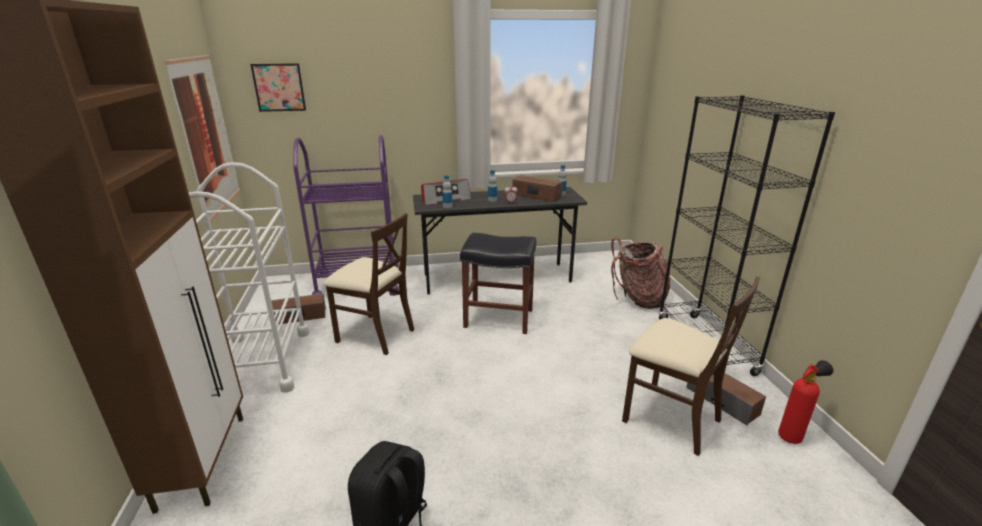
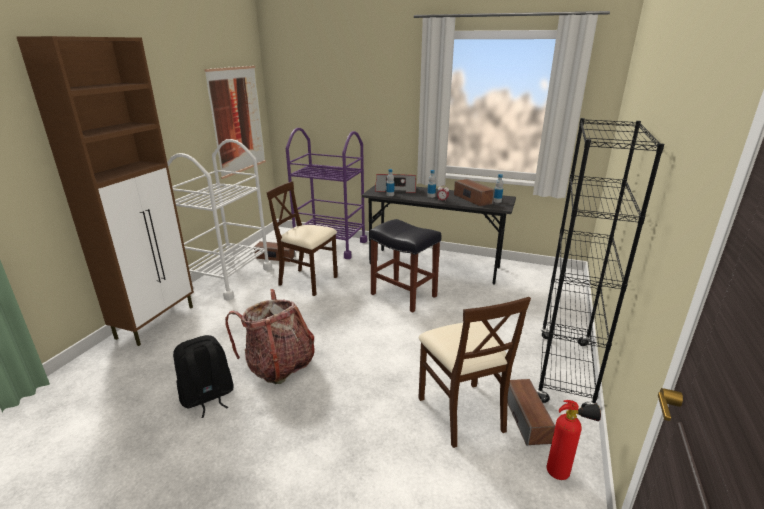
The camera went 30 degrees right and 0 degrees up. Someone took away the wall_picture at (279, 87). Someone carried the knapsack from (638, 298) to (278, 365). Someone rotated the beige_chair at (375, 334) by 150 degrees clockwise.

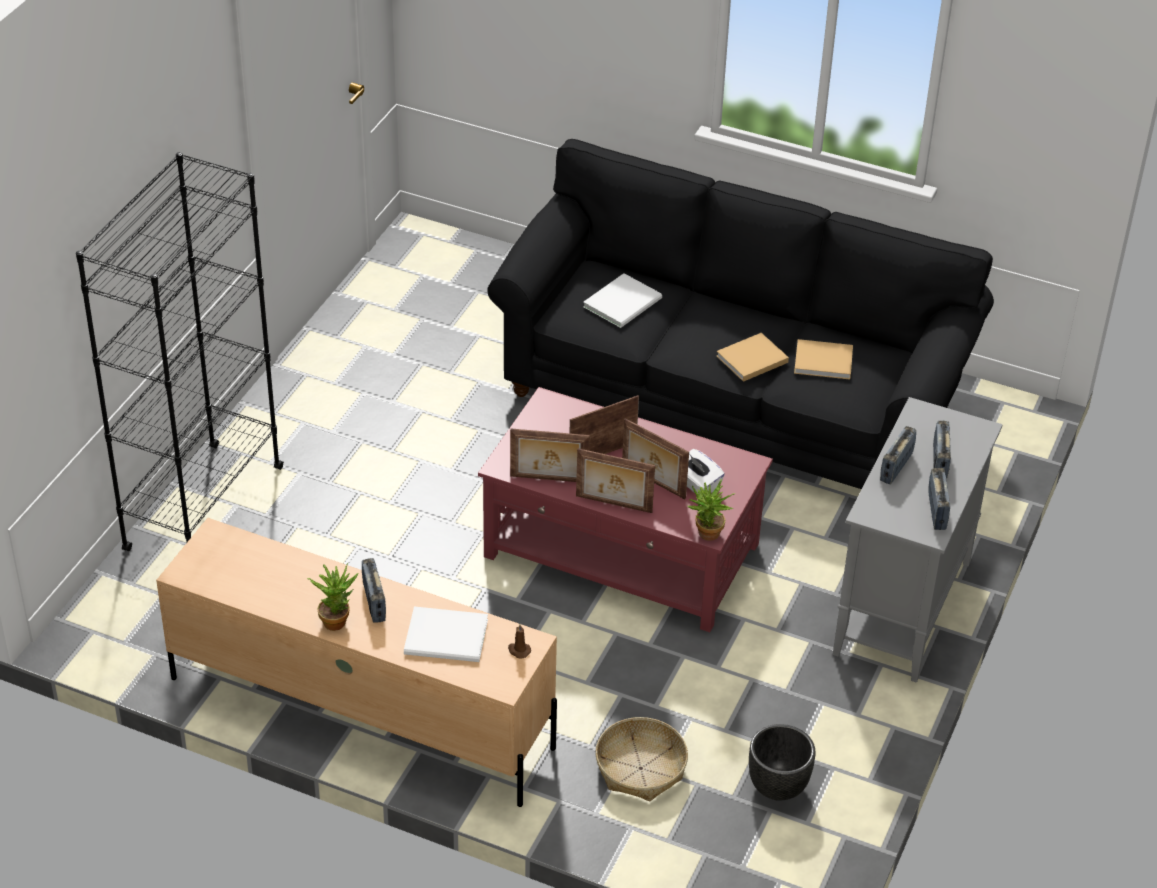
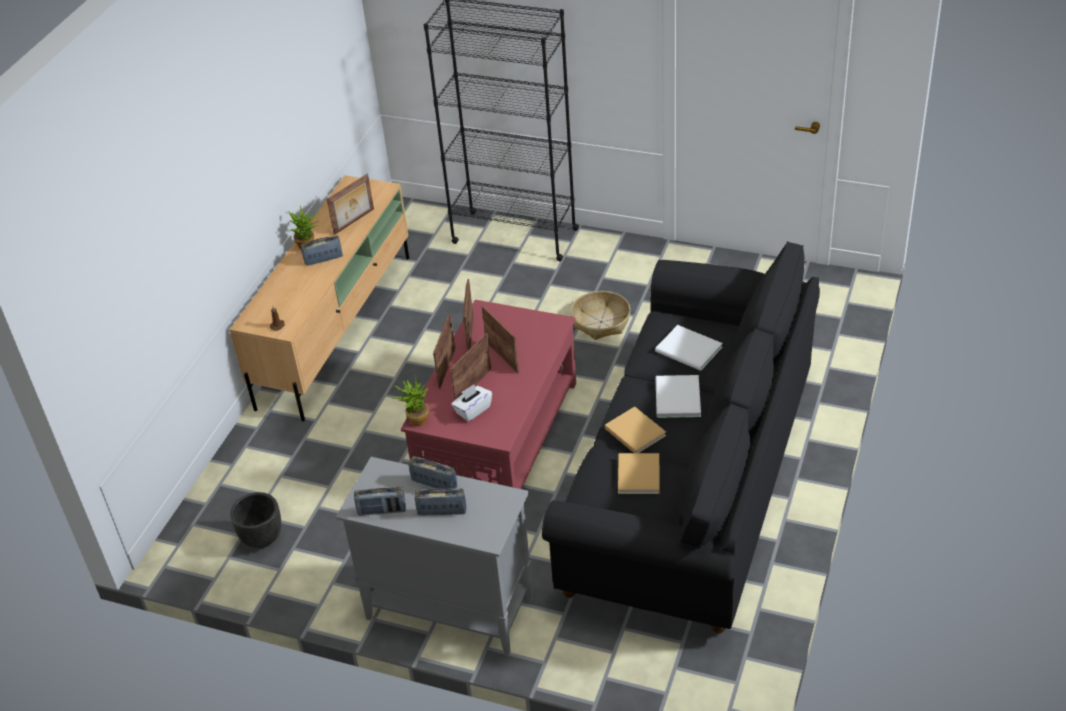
The camera went 90 degrees right and 0 degrees up. Someone put down the standing_frame at (354, 222). Someone carried the white_bound_book from (448, 639) to (676, 399). Someone carried the storage_basket from (640, 768) to (601, 322).

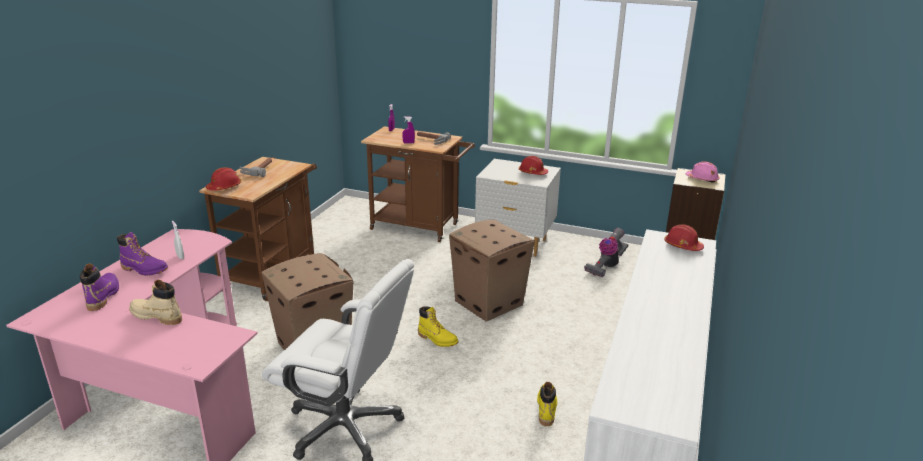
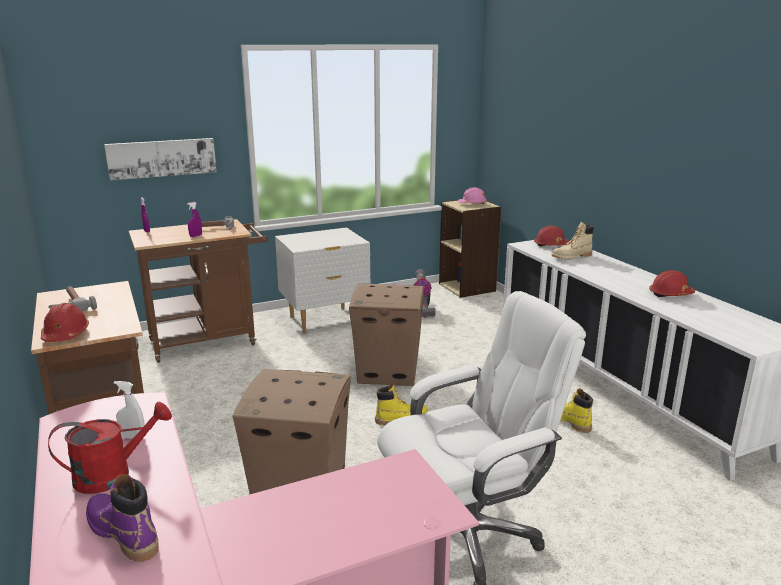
The camera went 45 degrees left and 5 degrees down. Someone put up the wall_picture at (162, 158). Someone carried the beige_boot from (156, 316) to (571, 257). Someone carried the red_hard_hat from (532, 173) to (670, 294). Someone swapped the purple_boot at (144, 269) for the red_watering_pot at (113, 474).

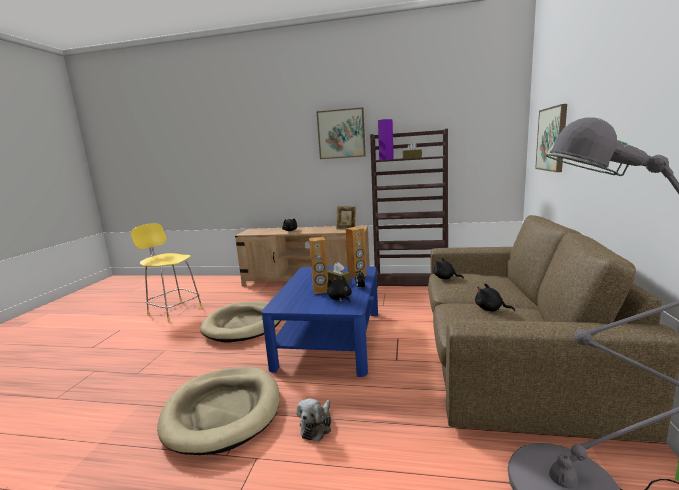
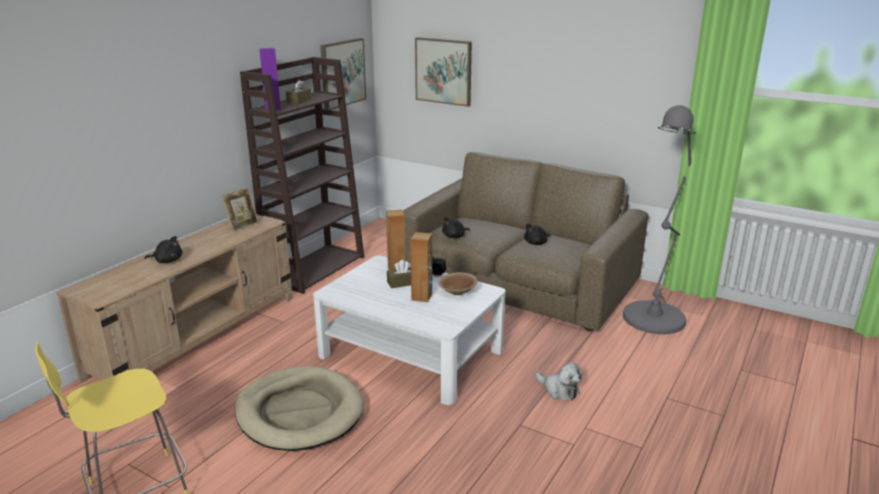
The camera went 70 degrees left and 10 degrees up. Someone took away the beige_dog_cushion at (223, 411). Someone carried the wall_picture from (341, 134) to (342, 73). Someone swapped the black-coloured_plush_toy at (340, 299) for the brown_deep_dish at (457, 291). Someone repainted the blue-coloured_lounge_table at (330, 338), which became the white_lounge_table at (411, 353).

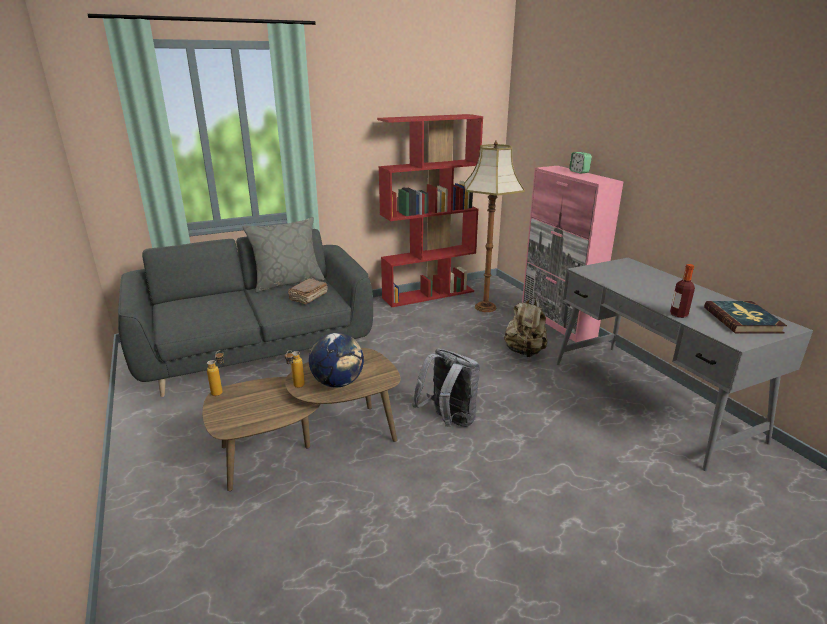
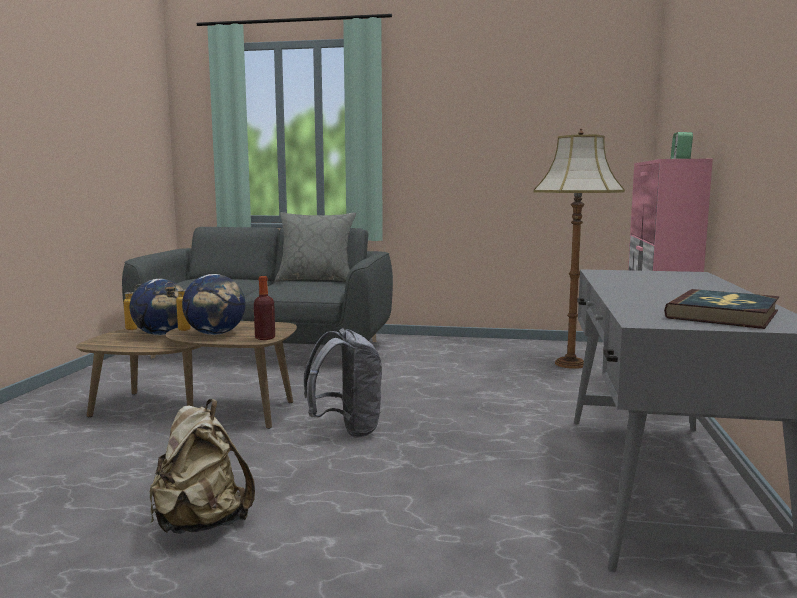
The camera went 35 degrees right and 15 degrees down. Someone took away the brown_bound_book at (308, 297). Someone took away the red_bookshelf at (428, 294). Someone put down the desk_globe at (162, 334). Someone carried the beige_knapsack from (524, 352) to (201, 524). Someone carried the bottle from (678, 314) to (265, 338).

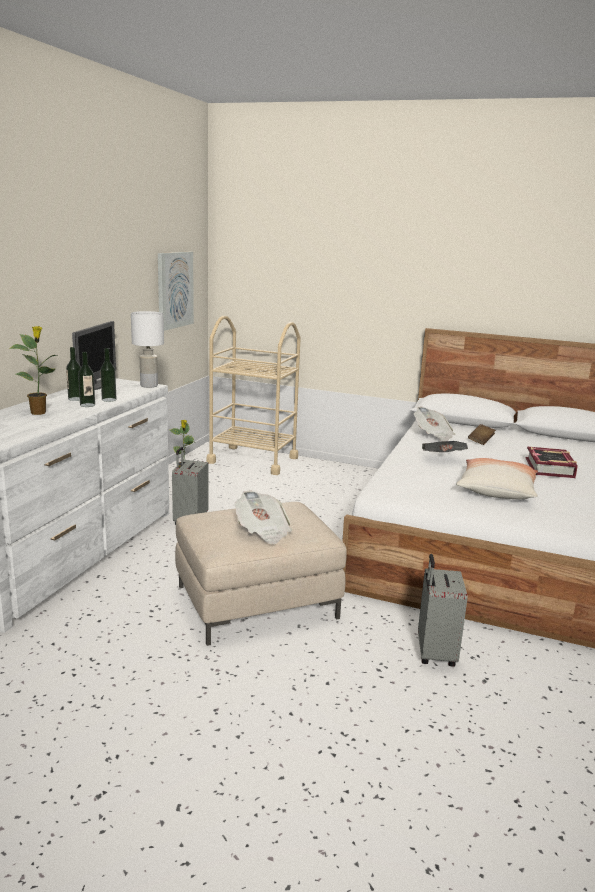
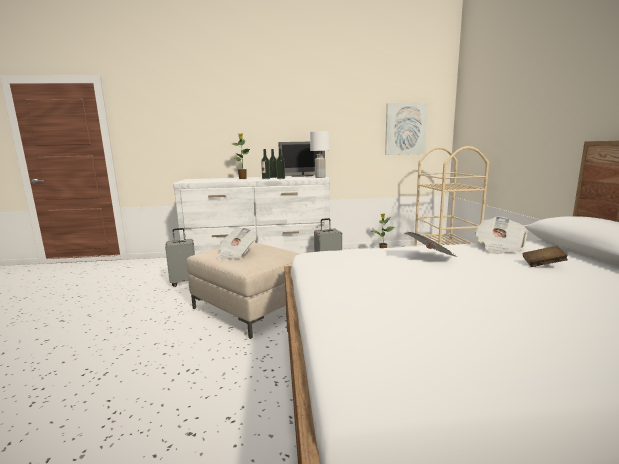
The camera went 65 degrees right and 5 degrees down. Someone took away the pillow at (496, 490). Someone took away the bound_book at (550, 468). Someone carried the grey_piece_of_luggage from (434, 653) to (184, 282).

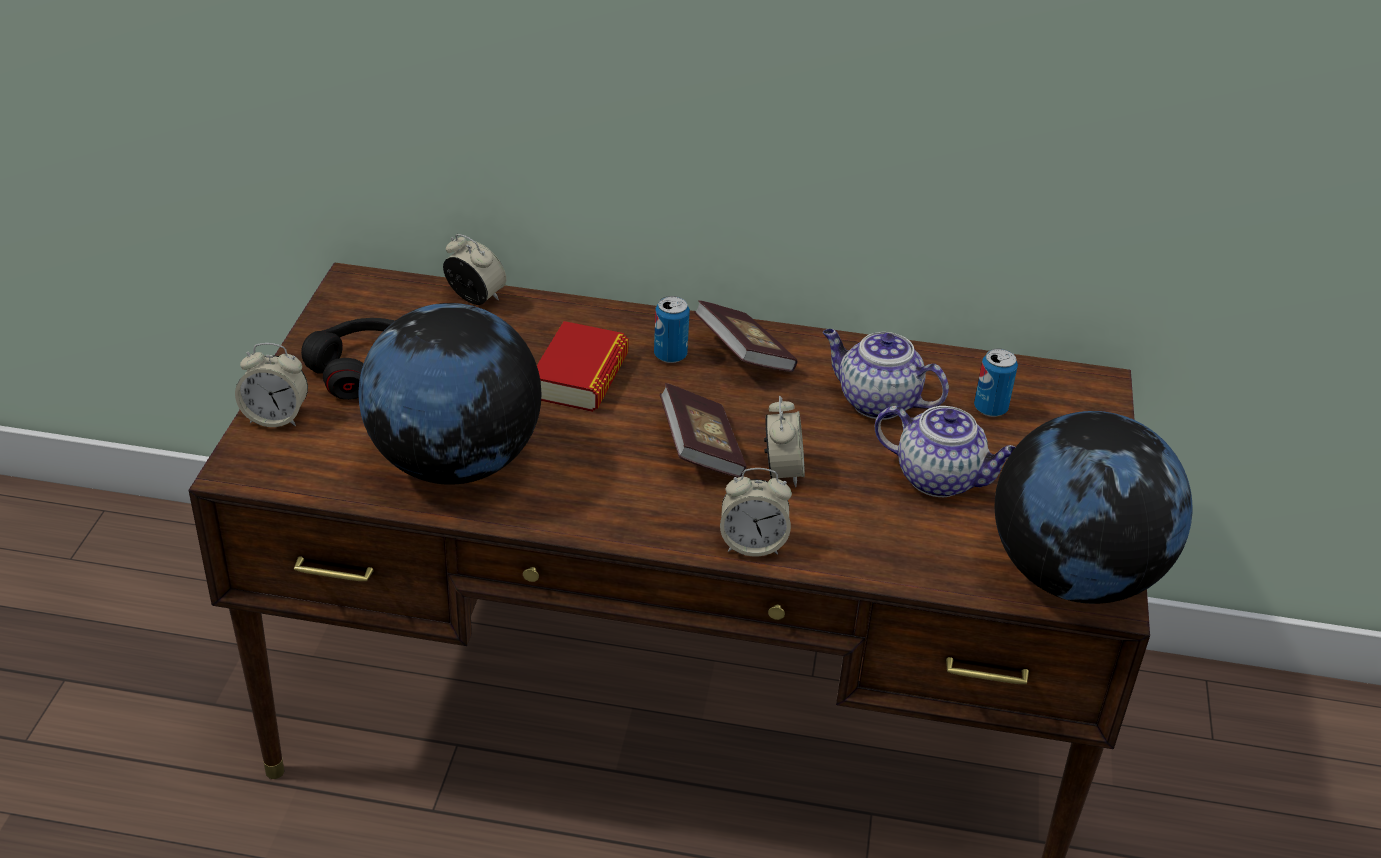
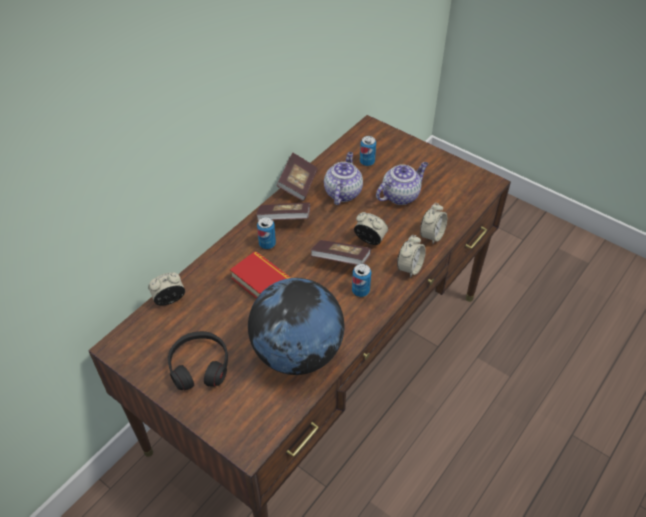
The camera went 60 degrees left and 10 degrees up. Someone took away the desk_globe at (1073, 576). Someone put down the bound_book at (298, 185). Someone put down the sealed_can at (360, 291). Someone carried the table_clock from (276, 417) to (432, 235). Someone rotated the teapot at (876, 402) by 135 degrees clockwise.

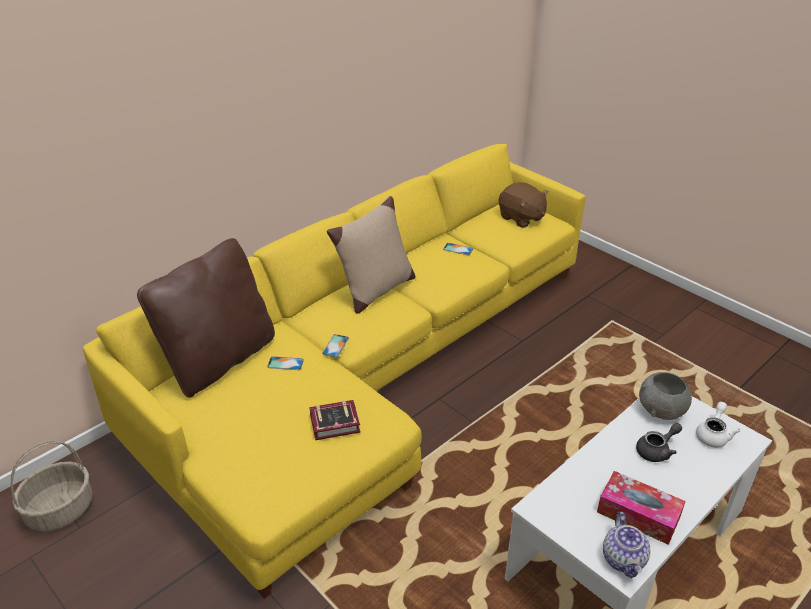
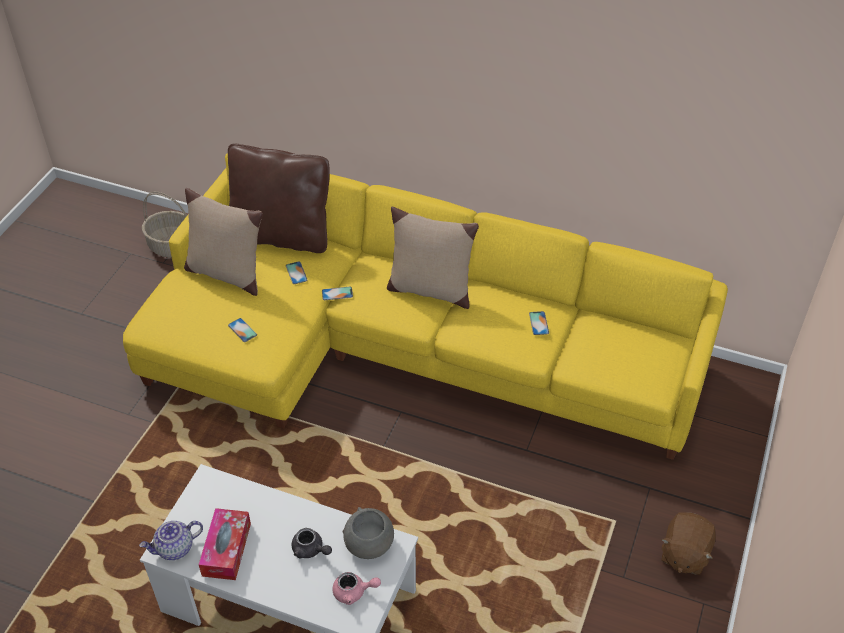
The camera went 65 degrees right and 10 degrees up. Someone put down the beige_pillow at (226, 273). Someone carried the brown_plush_toy from (521, 218) to (684, 554). Someone swapped the bound_book at (337, 424) for the handset at (242, 330). Someone repainted the white_teapot at (713, 434), which became the pinkish_teapot at (354, 592).

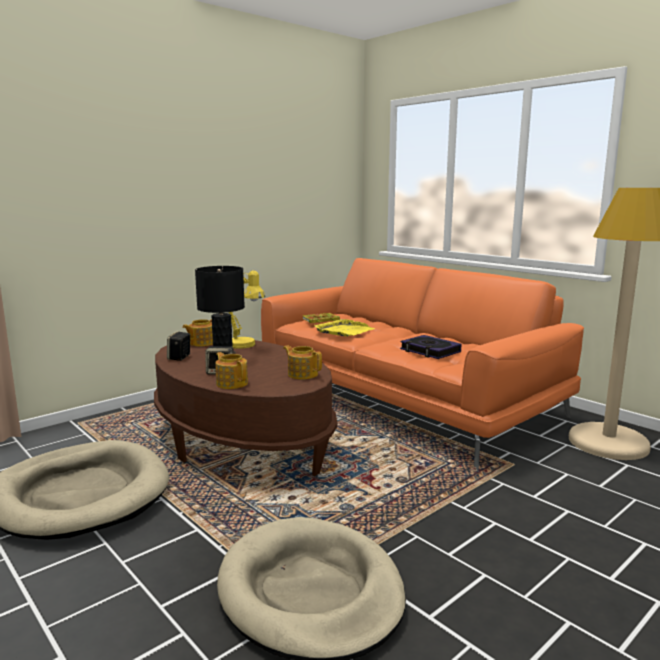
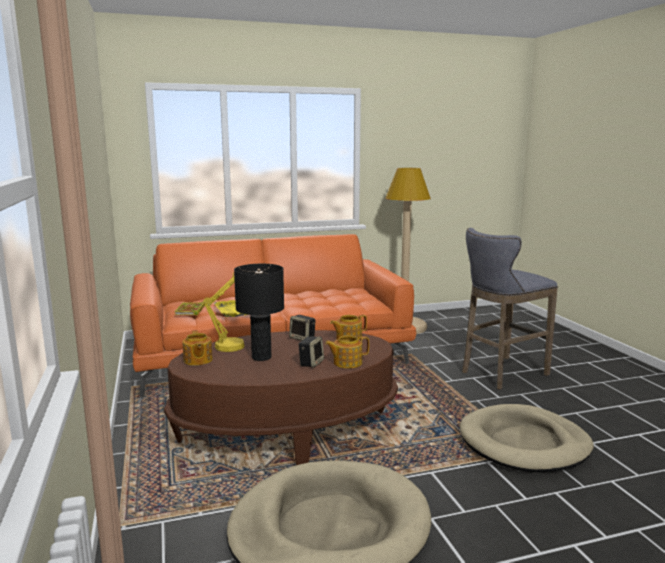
The camera went 65 degrees left and 0 degrees up. Someone took away the bound_book at (430, 351). Someone put down the grey_stool_seat at (501, 374). Someone carried the loudspeaker from (179, 357) to (303, 338).

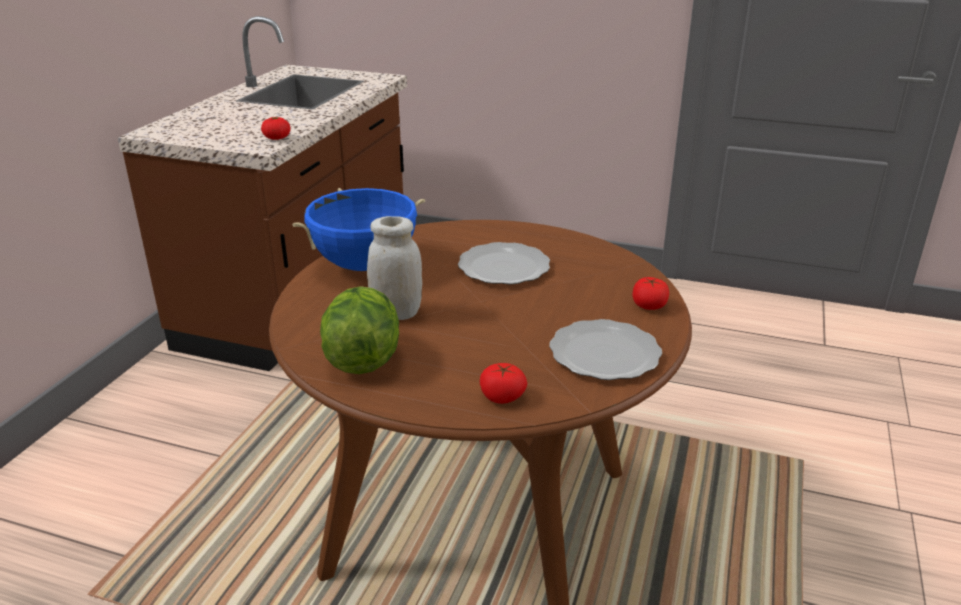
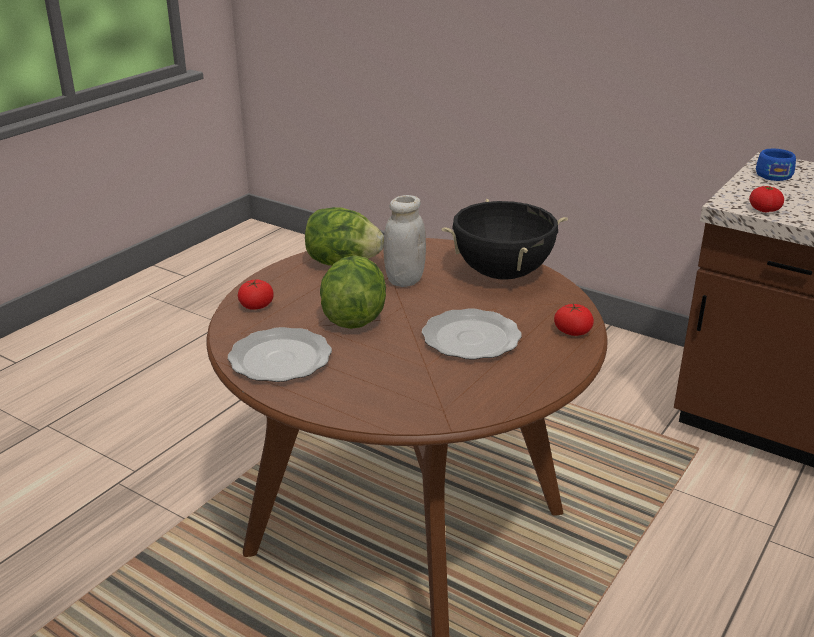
The camera went 105 degrees right and 0 degrees up. Someone put down the lettuce_head at (354, 318). Someone put down the blue-coloured_cup at (772, 174). Someone carried the tomato from (649, 305) to (572, 331). Someone repainted the blue-coloured_cooking_pot at (364, 265), which became the black-coloured_cooking_pot at (502, 274).

